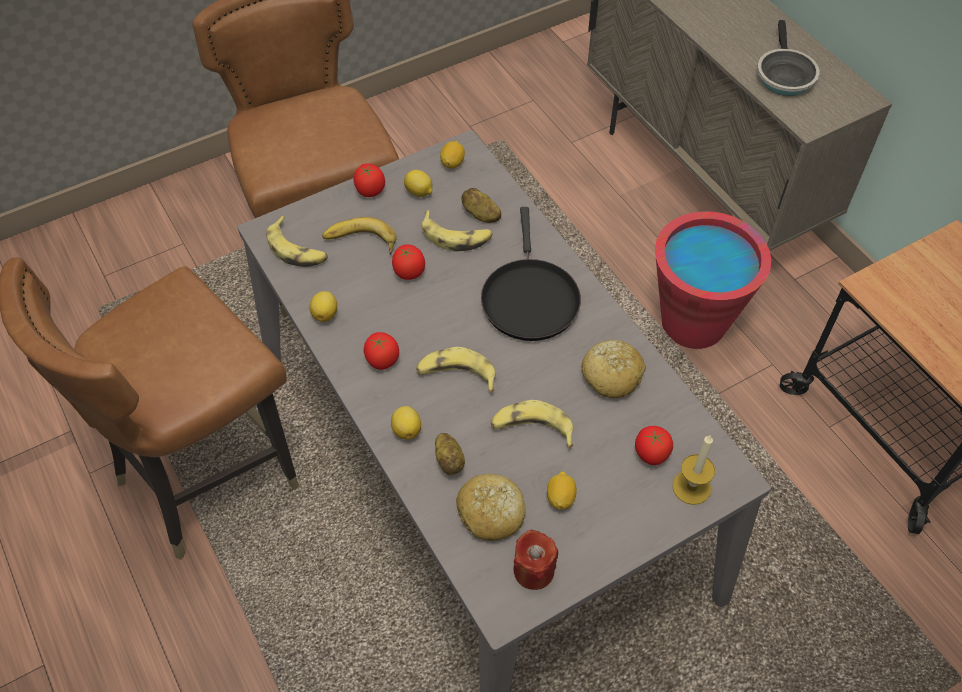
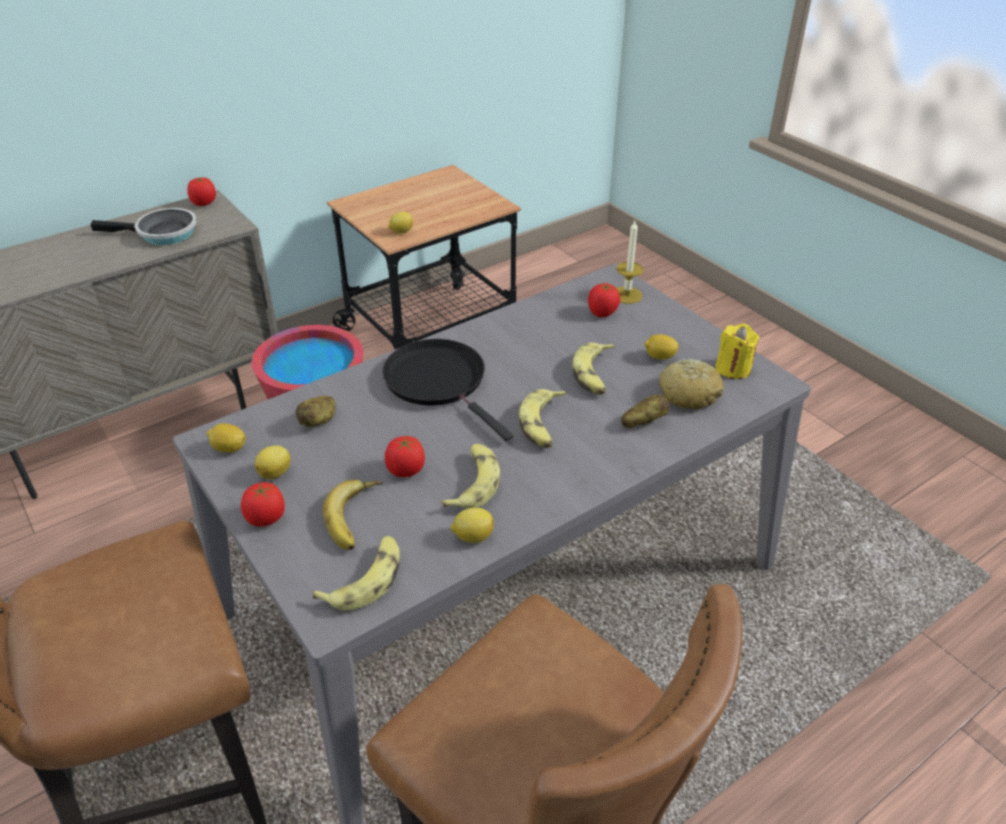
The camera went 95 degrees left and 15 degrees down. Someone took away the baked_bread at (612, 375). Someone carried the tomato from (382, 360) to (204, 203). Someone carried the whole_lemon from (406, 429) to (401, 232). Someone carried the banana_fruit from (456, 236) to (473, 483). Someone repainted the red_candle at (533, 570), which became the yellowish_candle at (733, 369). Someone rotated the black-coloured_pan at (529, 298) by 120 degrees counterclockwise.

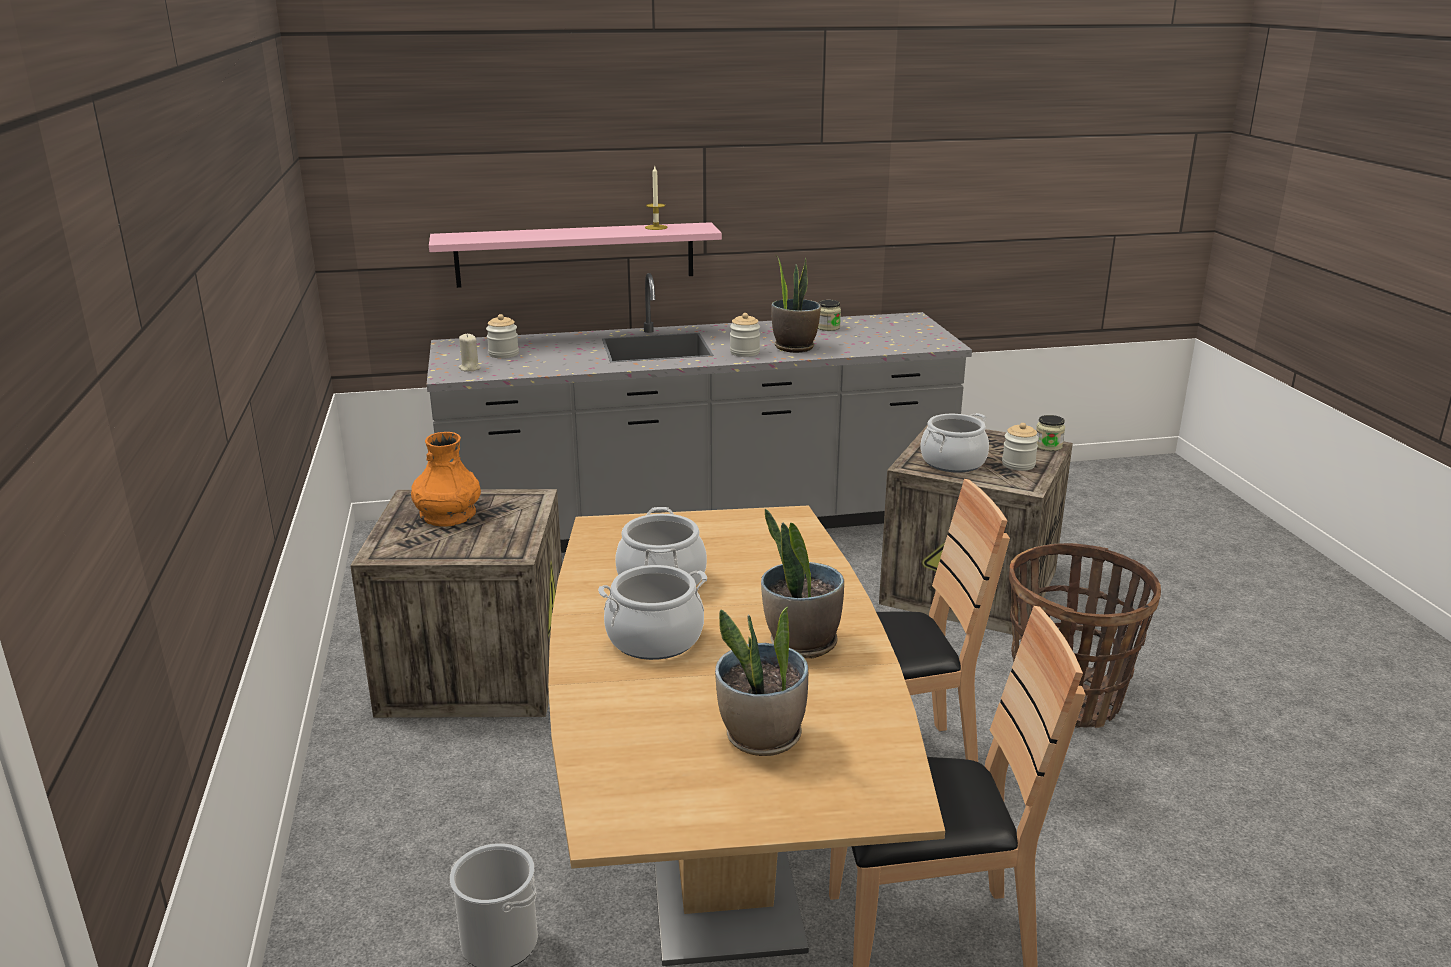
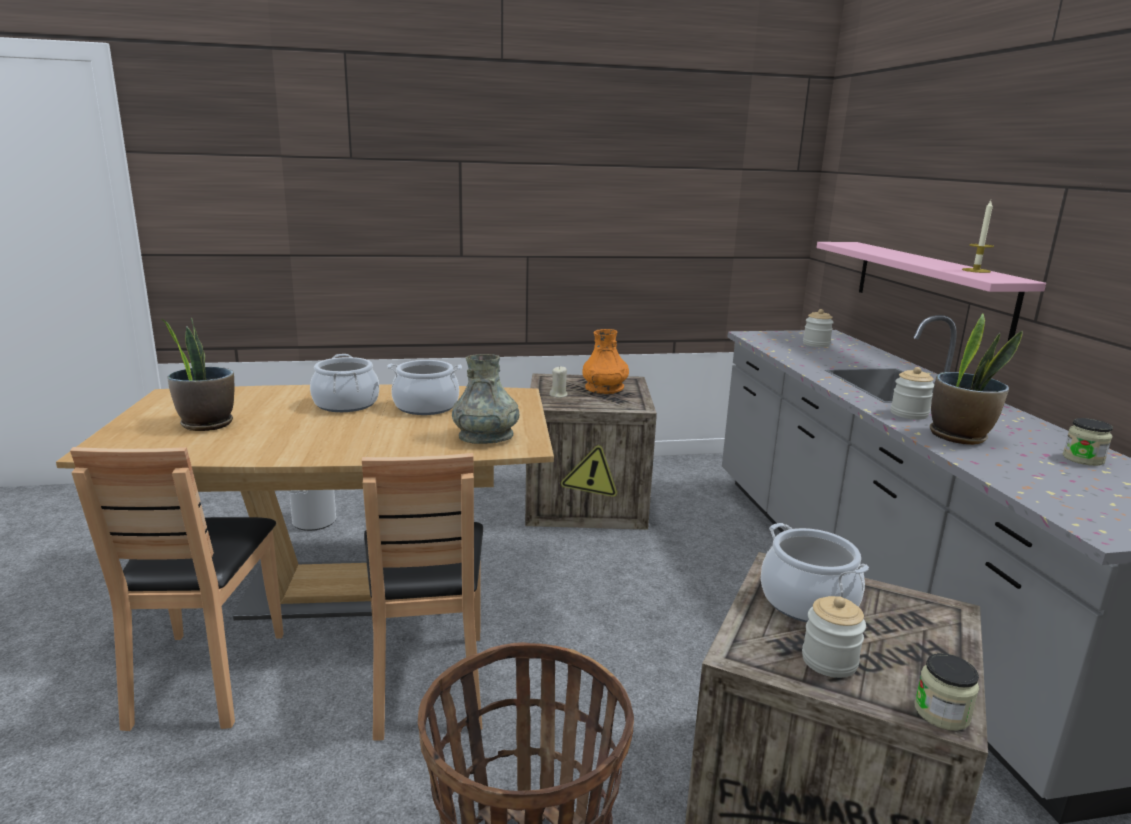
The camera went 90 degrees right and 5 degrees down. Someone took away the potted_plant at (801, 643). Someone put down the grey_vase at (486, 437). Someone carried the beige_candle from (469, 368) to (558, 395).

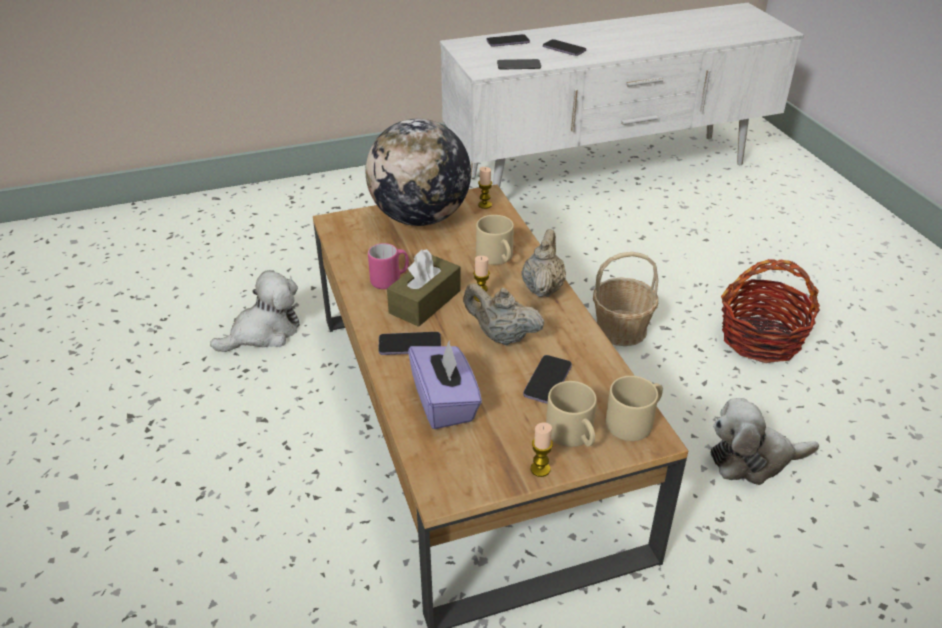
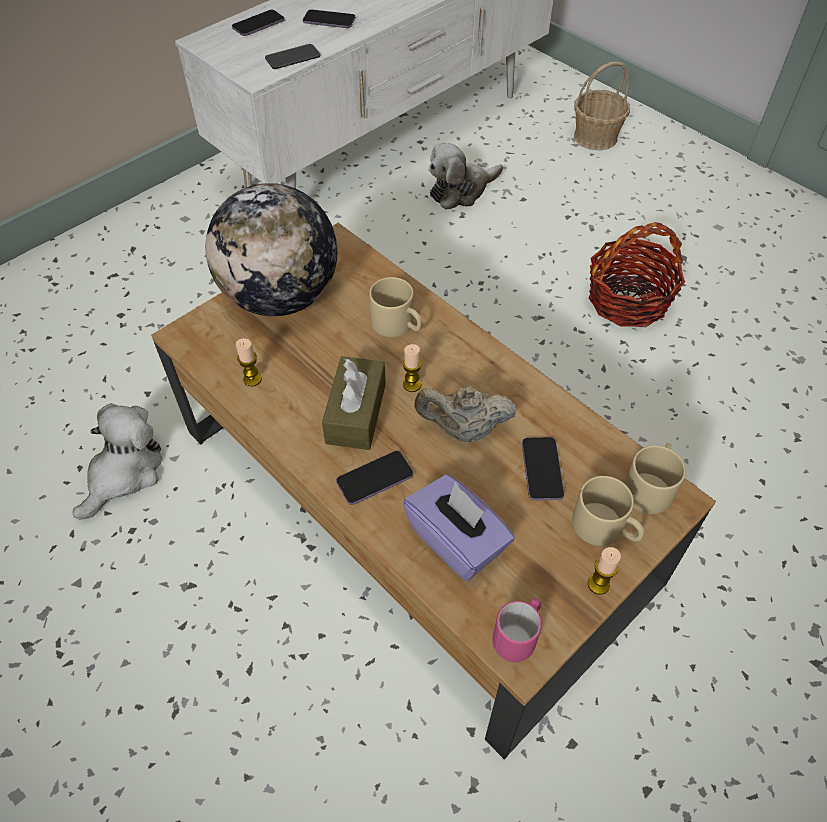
The camera went 25 degrees left and 15 degrees up. Someone took away the beige_teapot at (543, 288). Someone carried the pinkish_mug from (390, 280) to (518, 636). Someone carried the candle from (484, 205) to (252, 379). Someone carried the storage_basket from (621, 329) to (596, 137). Someone carried the plush_toy from (753, 459) to (461, 190).

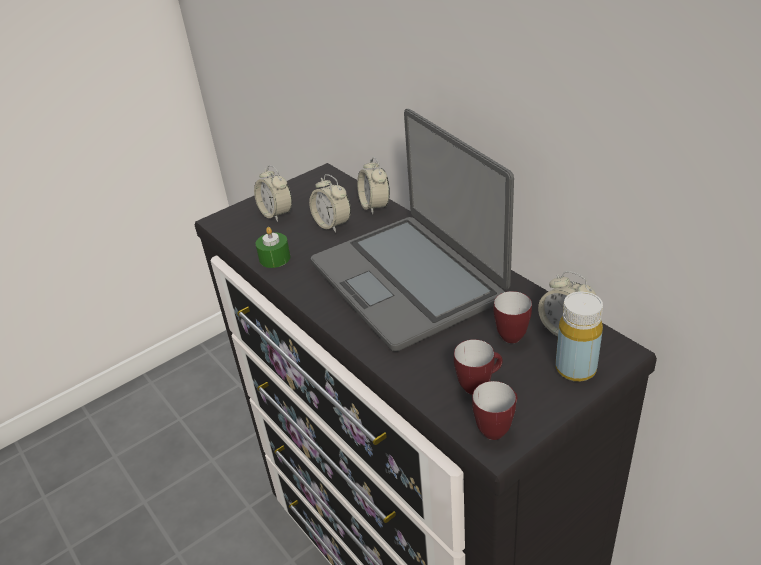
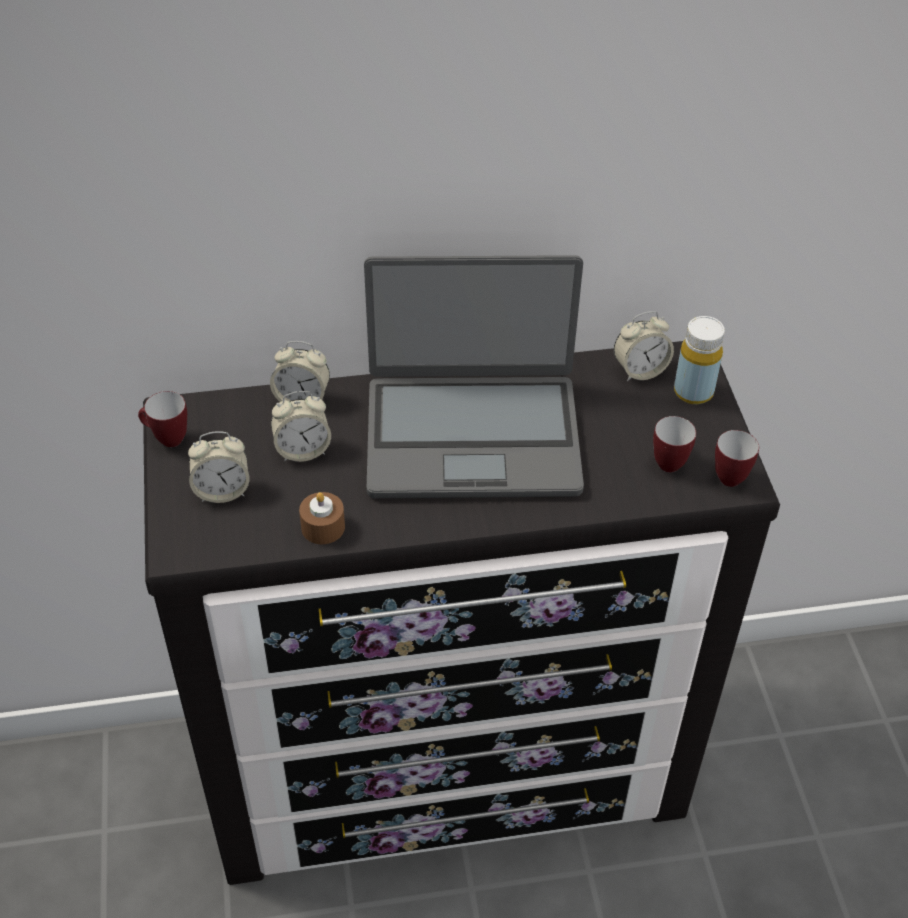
The camera went 65 degrees left and 10 degrees up. Someone carried the mug from (509, 334) to (166, 439). Someone repainted the green_candle at (274, 258), which became the brown_candle at (323, 527).

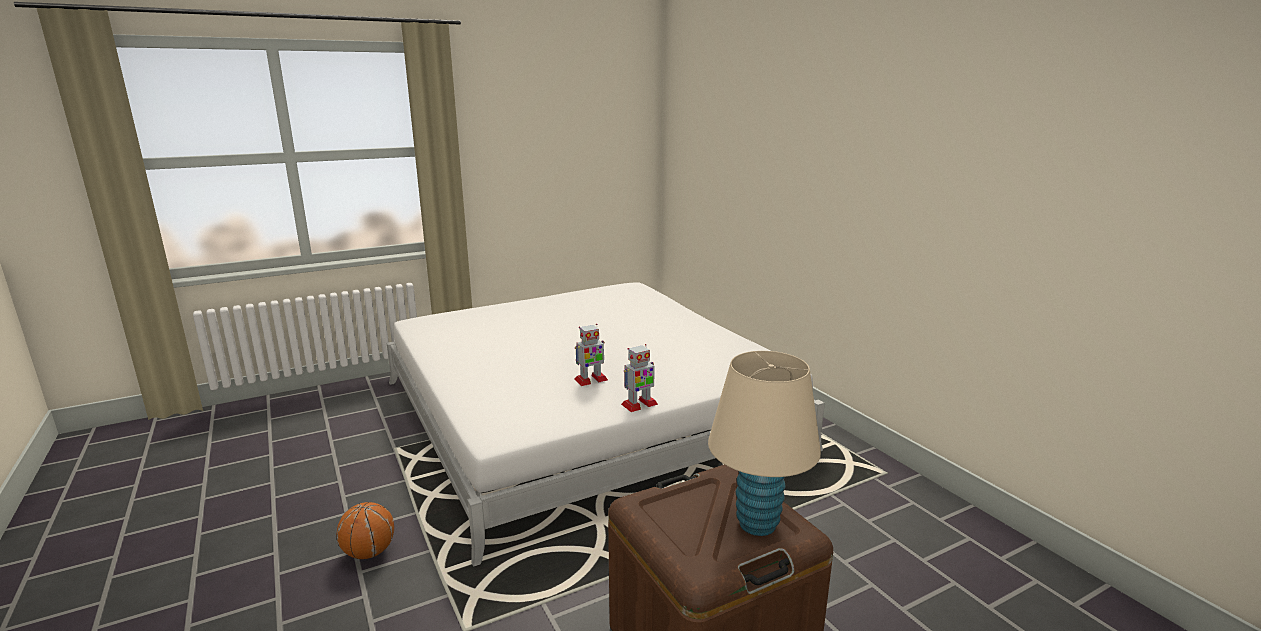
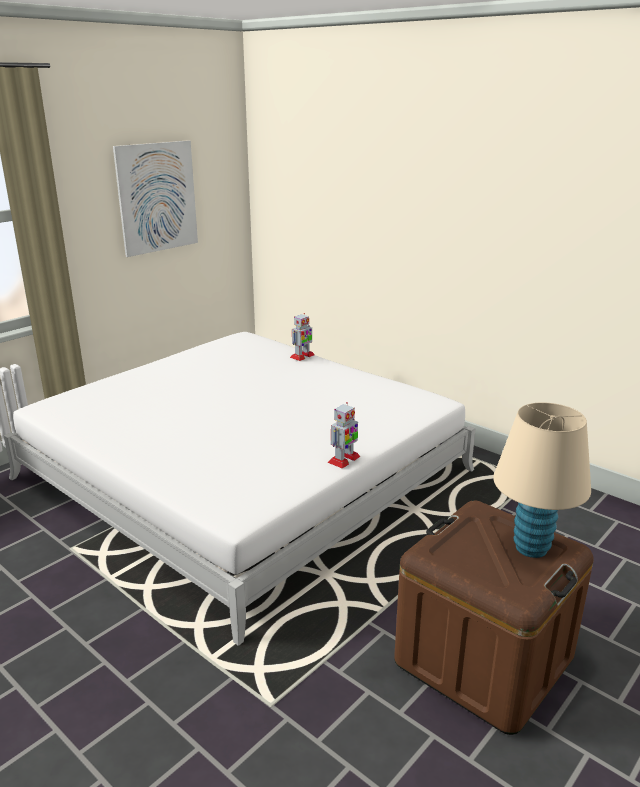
The camera went 20 degrees left and 5 degrees up. Someone took away the basketball at (369, 552). Someone put up the wall_picture at (157, 197). Someone carried the robot_figure from (590, 380) to (302, 356).

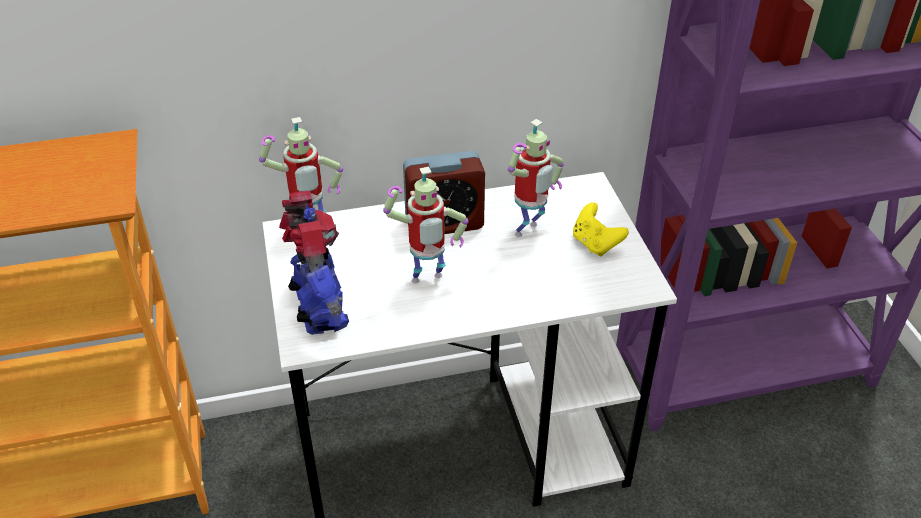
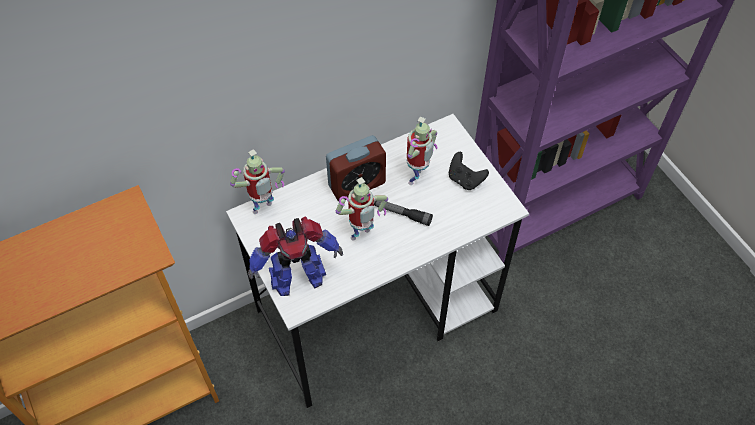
The camera went 15 degrees left and 15 degrees up. Someone put down the torch at (402, 214). Someone repainted the yellowish_joypad at (595, 244), which became the black-coloured_joypad at (465, 180). Someone rotated the robot_figure at (319, 311) by 105 degrees clockwise.

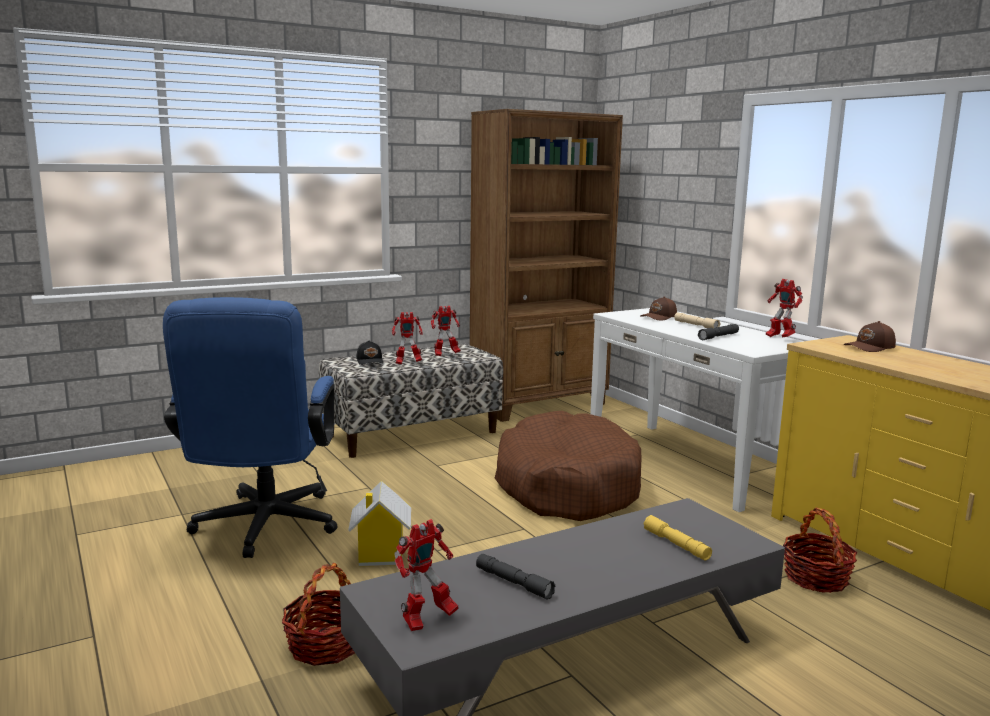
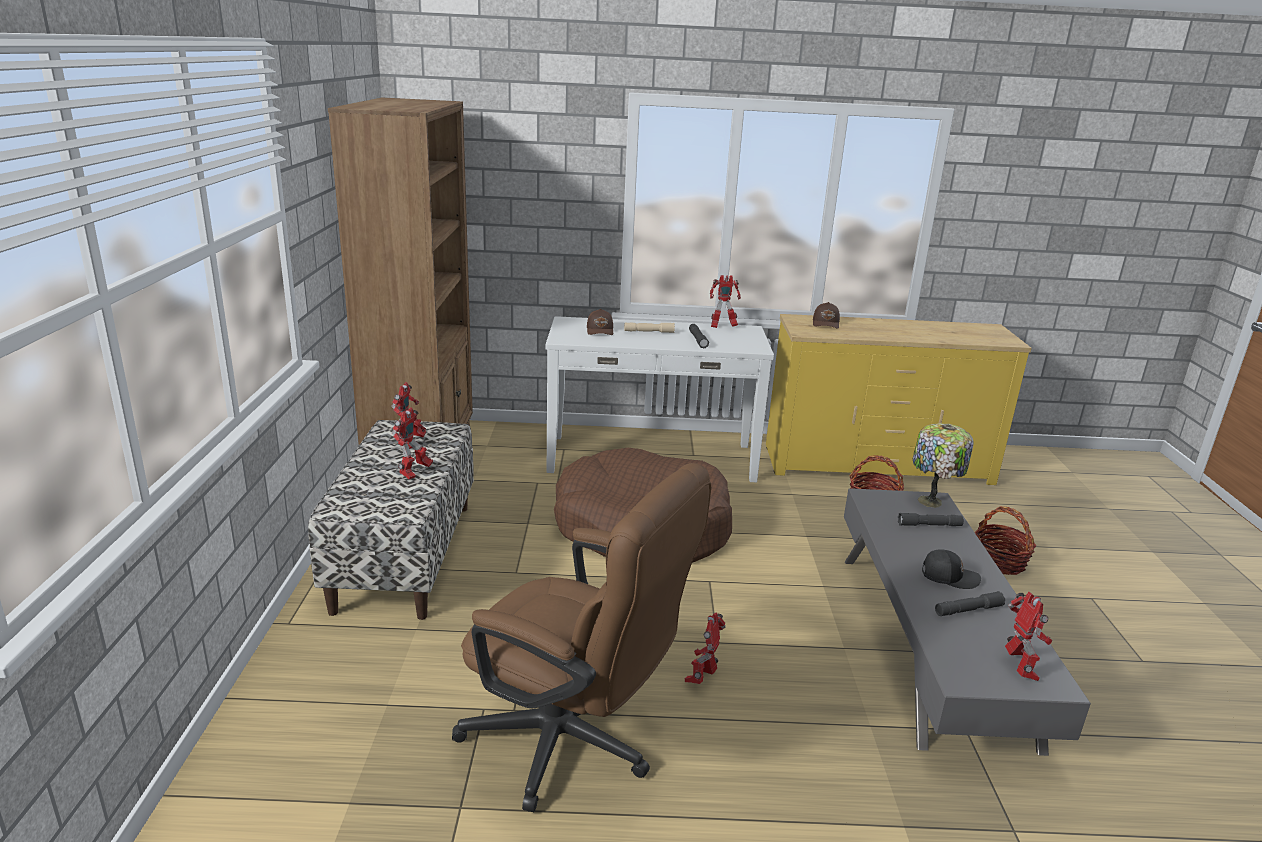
The camera went 60 degrees left and 10 degrees up. Someone put down the table_lamp at (931, 502). Someone carried the storage_basket from (325, 646) to (999, 562). Someone carried the black-coloured_baseball_cap from (370, 361) to (949, 576). Someone swapped the model_house at (380, 555) for the robot_figure at (702, 678). Someone repainted the blue-coloured_desk_chair at (262, 529), which became the brown_desk_chair at (573, 744). Someone repainted the yellowish_torch at (676, 545), which became the grey_torch at (929, 525).

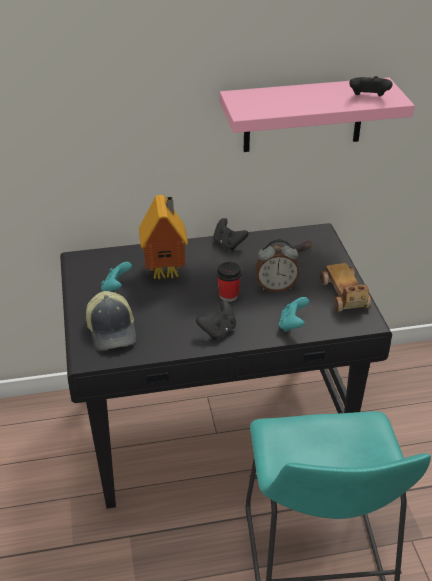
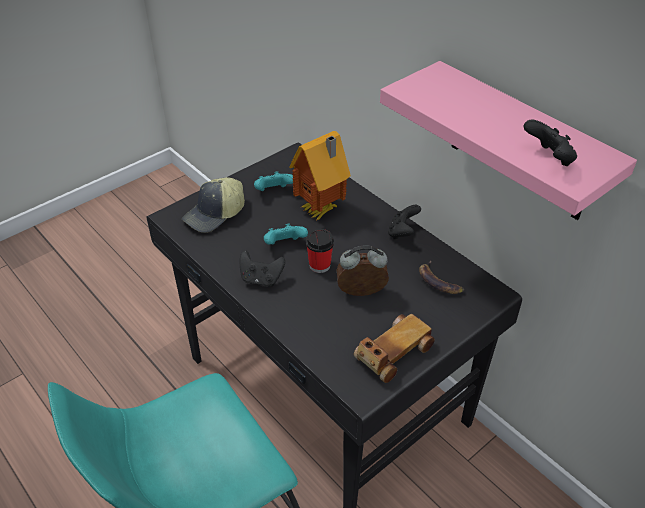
The camera went 60 degrees right and 5 degrees up. Someone carried the turquoise_joypad from (292, 325) to (284, 245). Someone rotated the table_clock at (276, 287) by 120 degrees clockwise.

